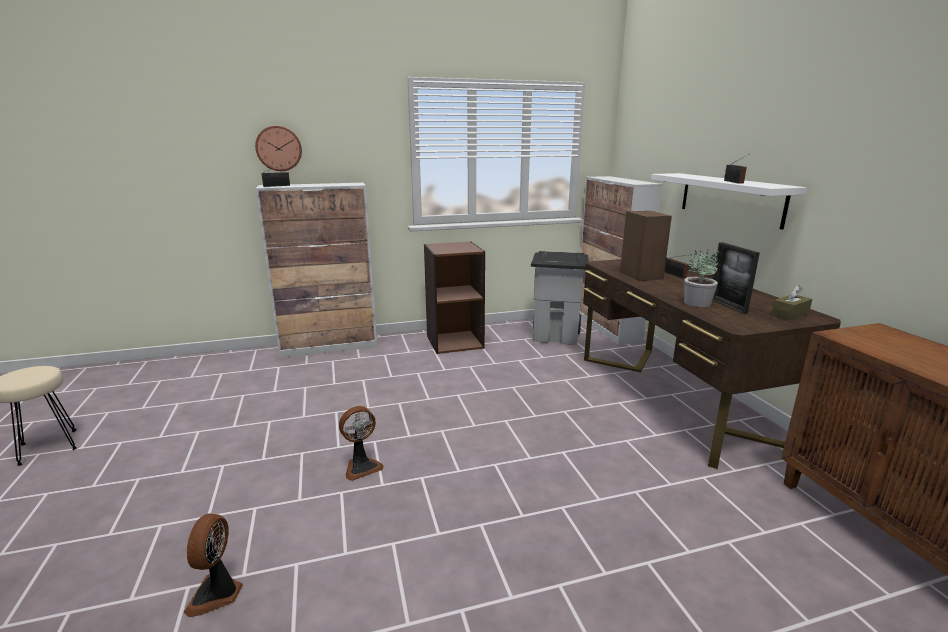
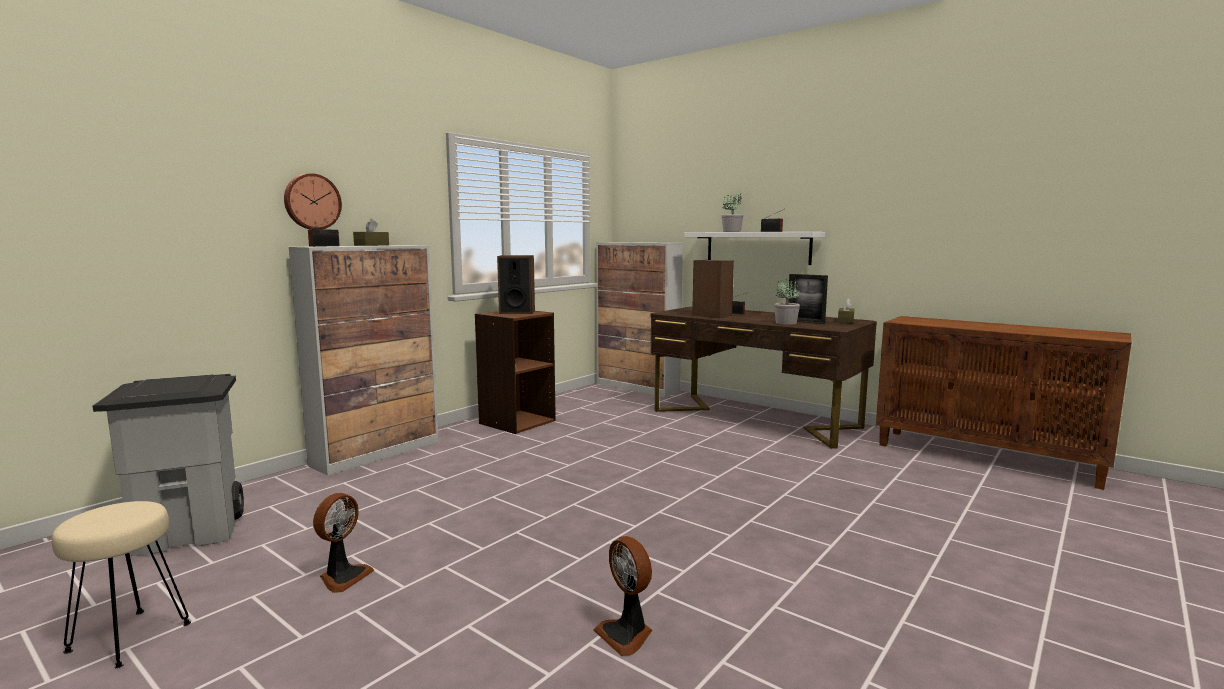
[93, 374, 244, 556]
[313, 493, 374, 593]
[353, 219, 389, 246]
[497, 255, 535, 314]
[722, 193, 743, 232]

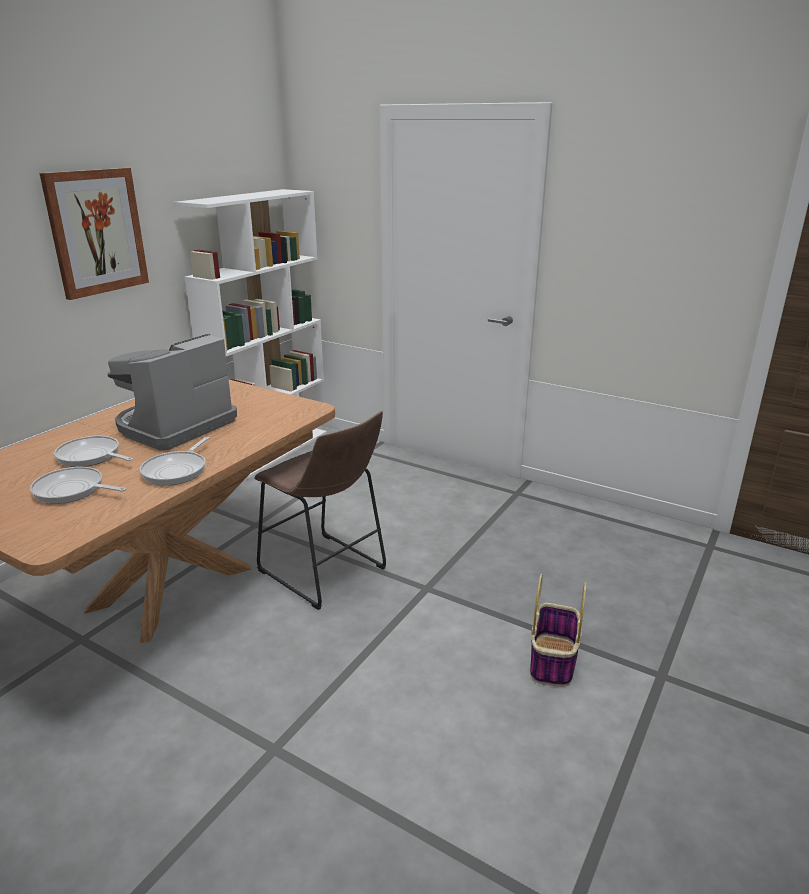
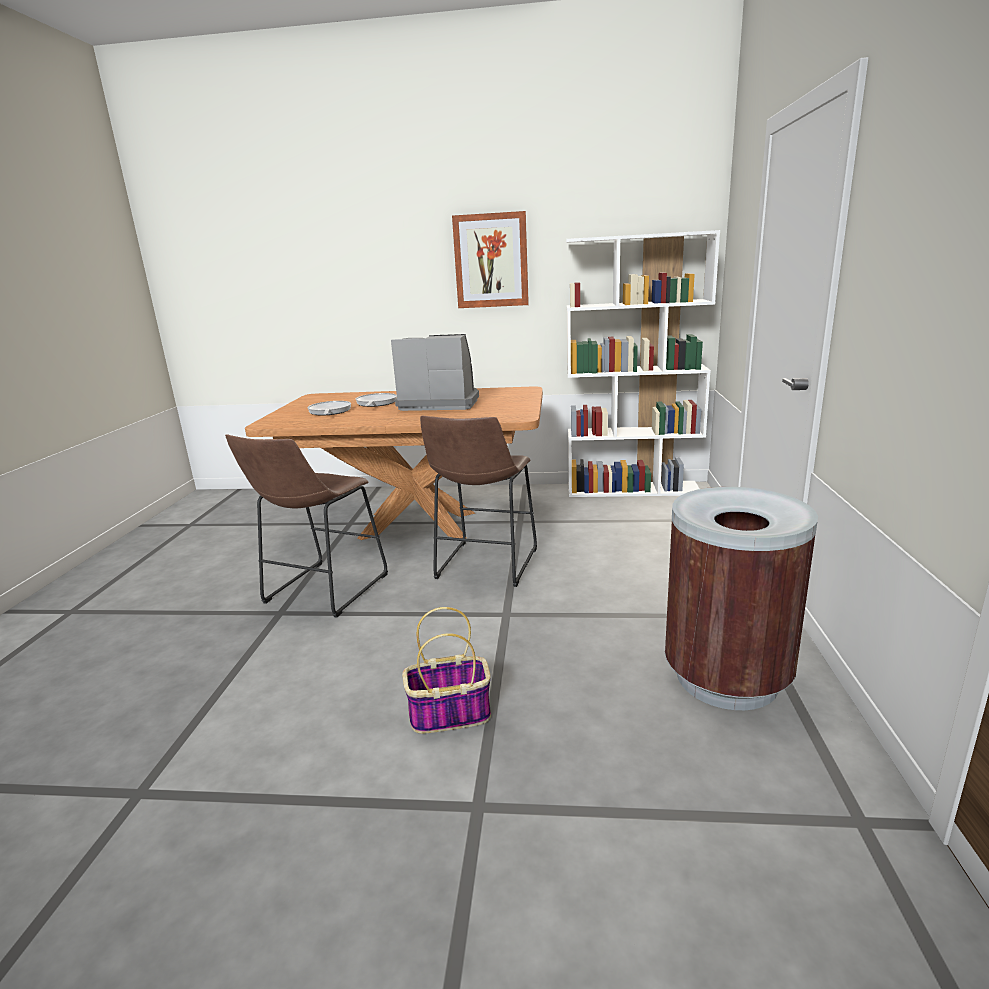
[225, 434, 388, 618]
[665, 487, 818, 710]
[140, 437, 210, 486] (first image)

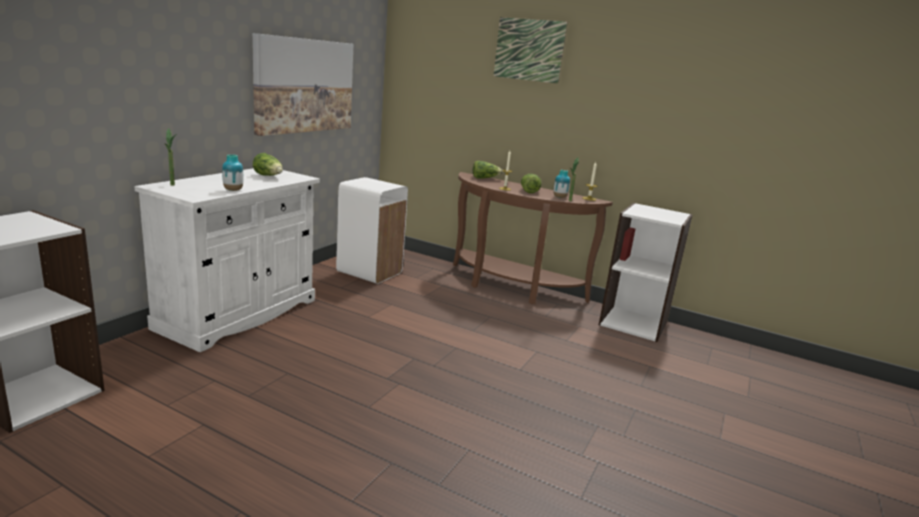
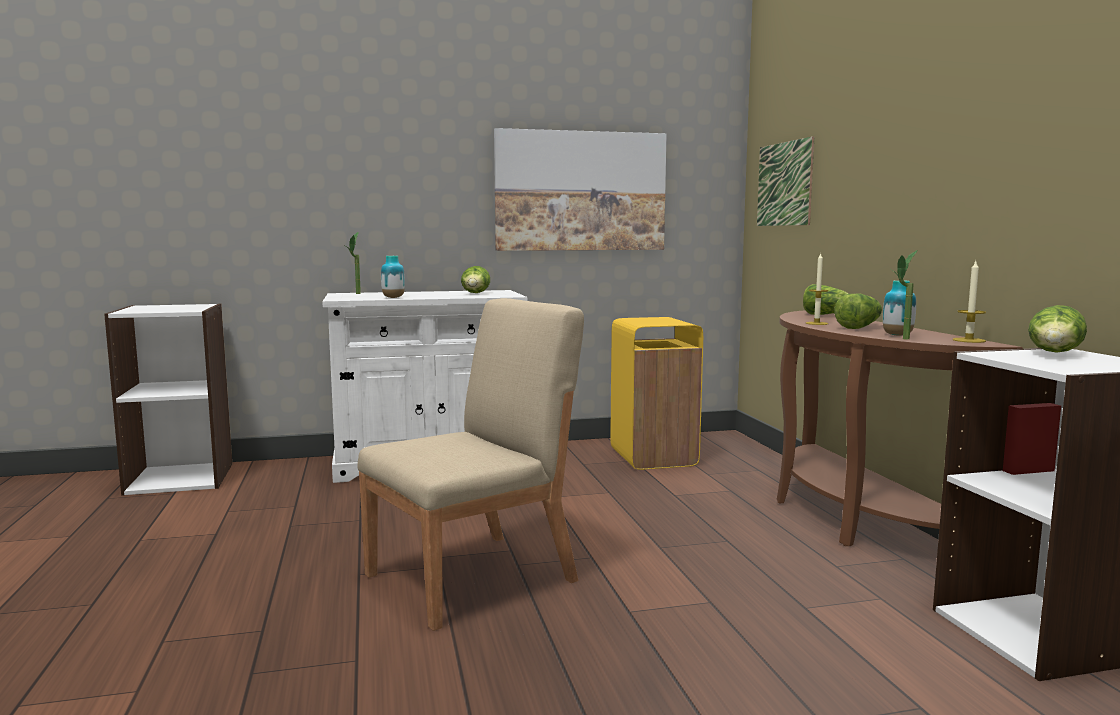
[357, 298, 584, 631]
[610, 317, 703, 470]
[757, 136, 814, 226]
[1028, 305, 1087, 353]

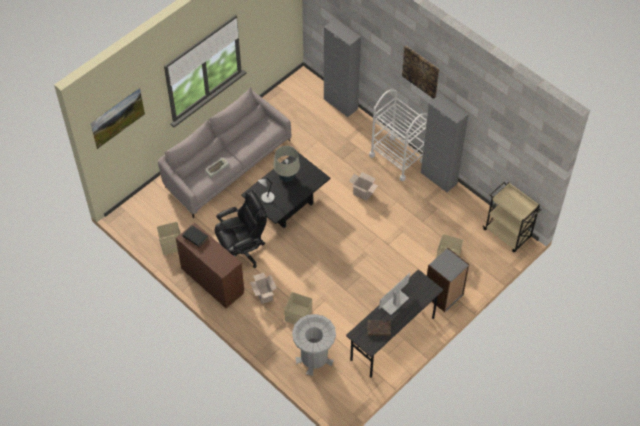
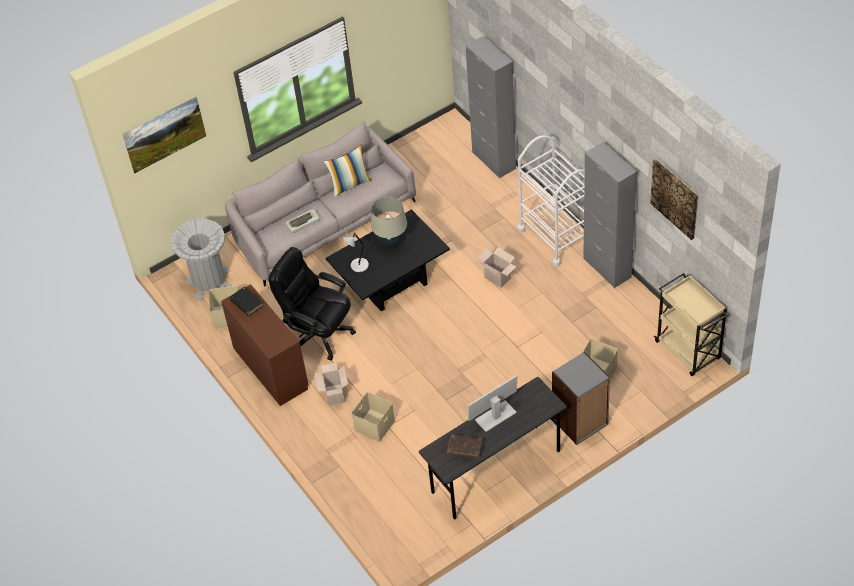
[171, 219, 232, 300]
[268, 247, 356, 361]
[324, 144, 372, 197]
[650, 159, 698, 240]

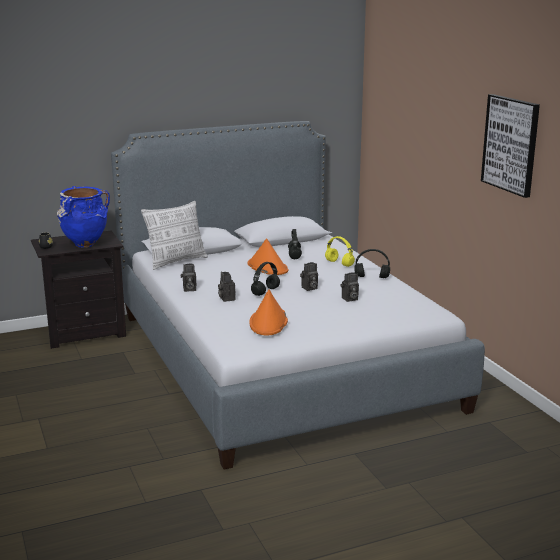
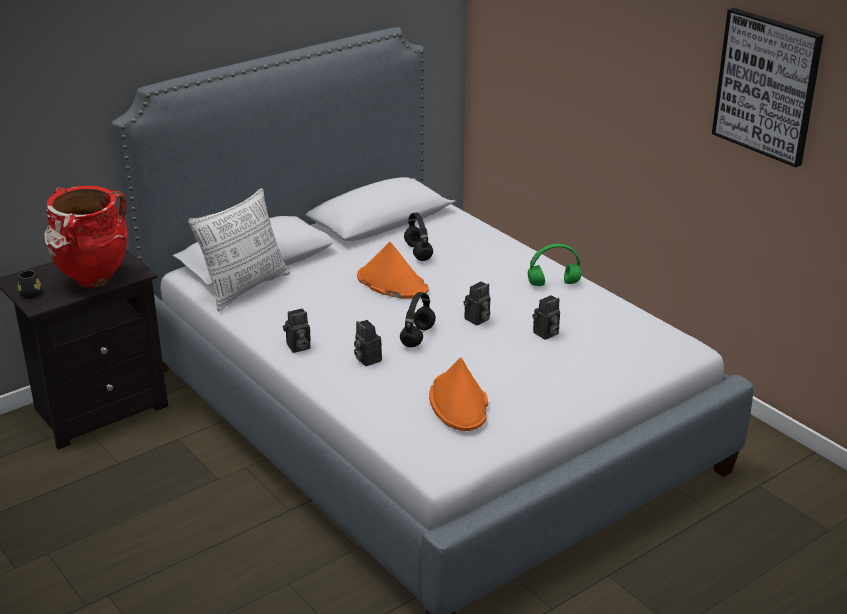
[44, 186, 128, 288]
[528, 244, 581, 286]
[325, 236, 355, 267] (first image)

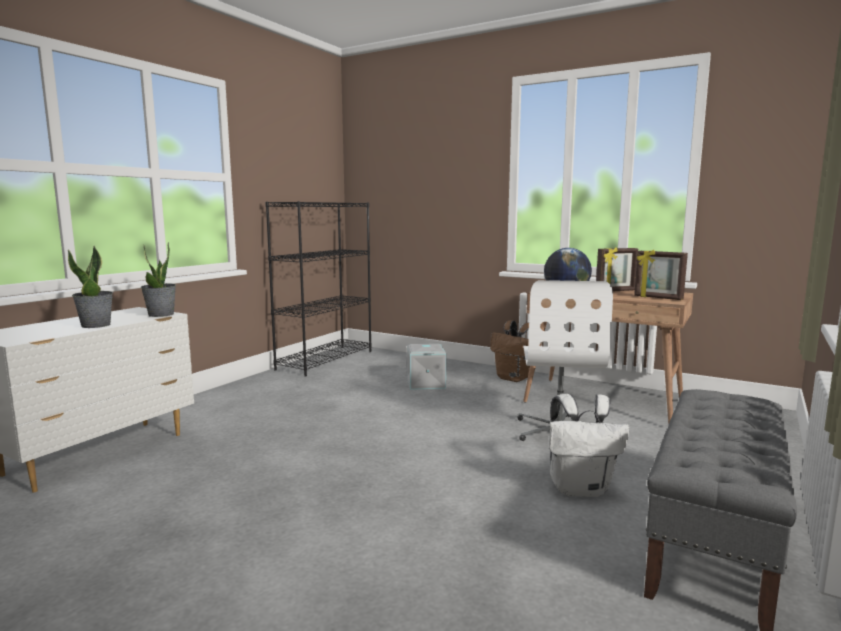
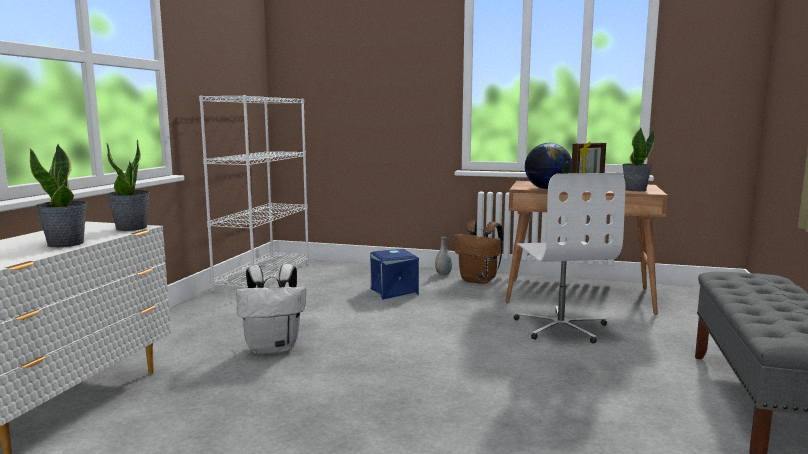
[199, 95, 309, 292]
[236, 264, 306, 355]
[370, 249, 419, 300]
[435, 237, 452, 275]
[622, 128, 654, 191]

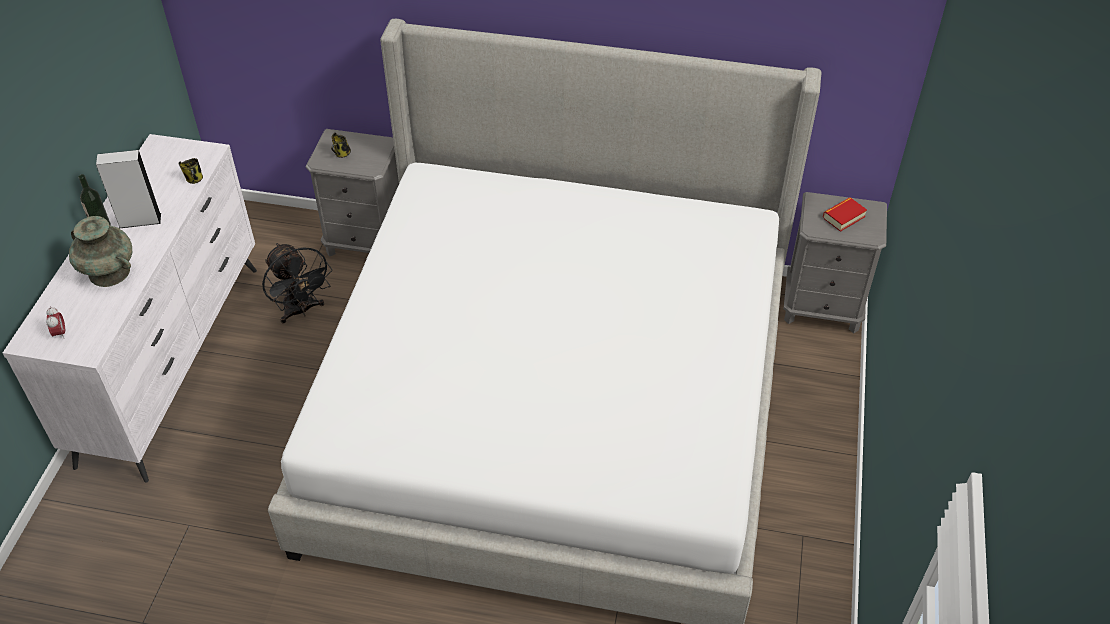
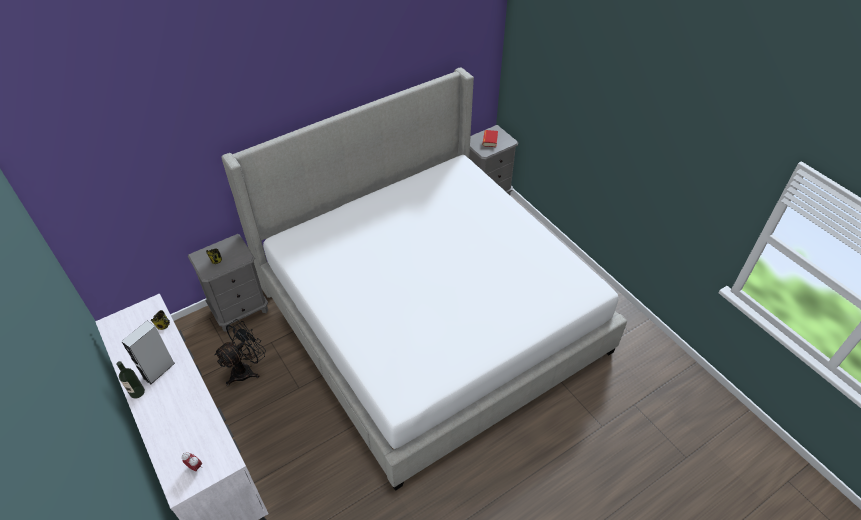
[214, 319, 266, 386]
[69, 216, 132, 287] (first image)

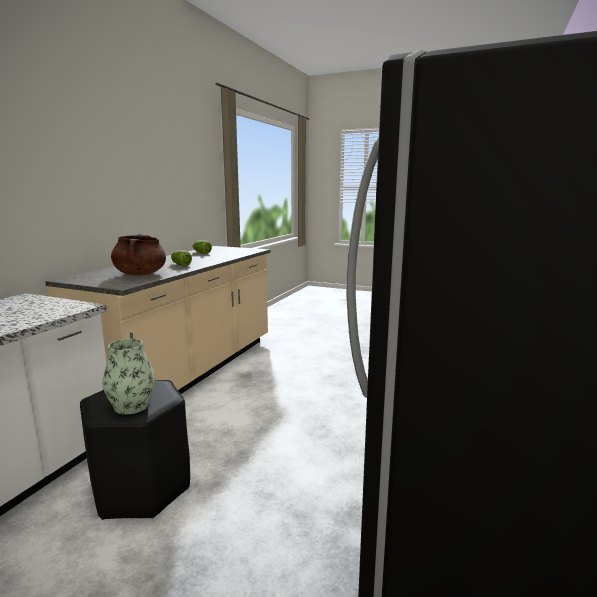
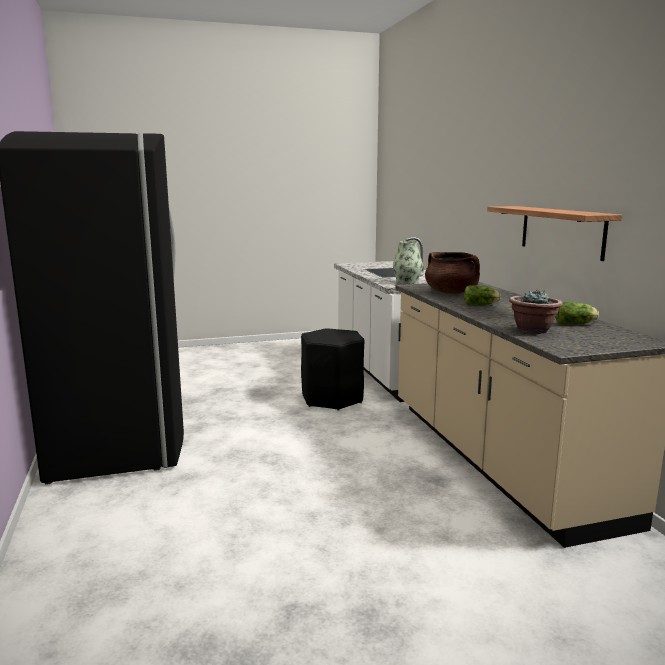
[393, 241, 423, 284]
[487, 206, 622, 261]
[509, 289, 563, 334]

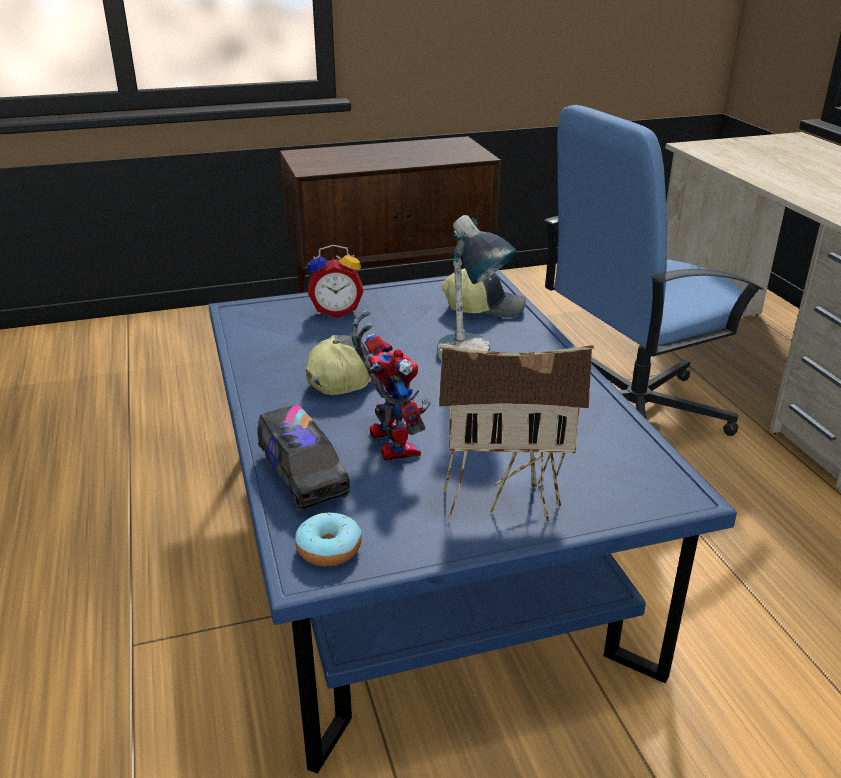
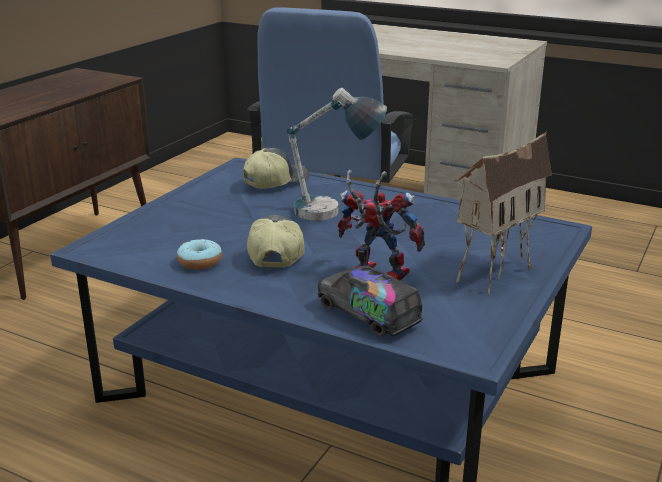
[177, 239, 222, 270]
[318, 266, 423, 337]
[308, 245, 363, 318] (first image)

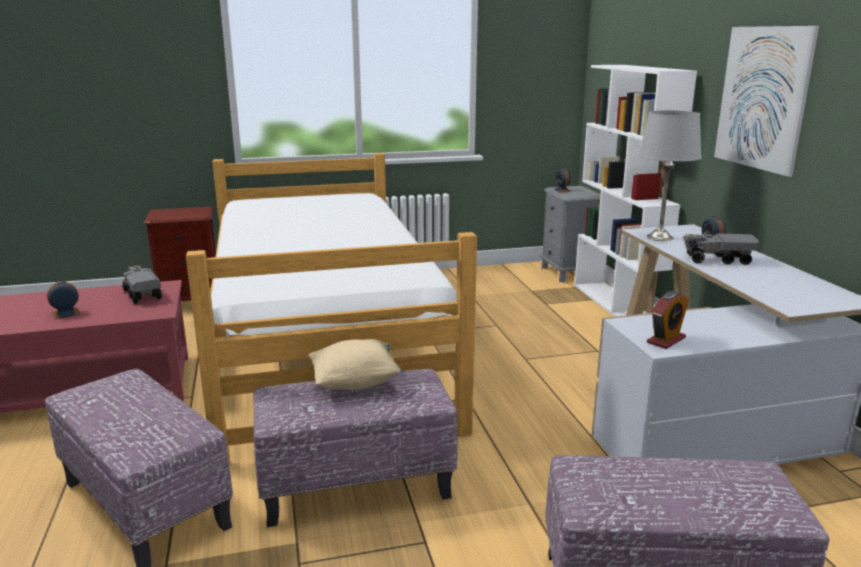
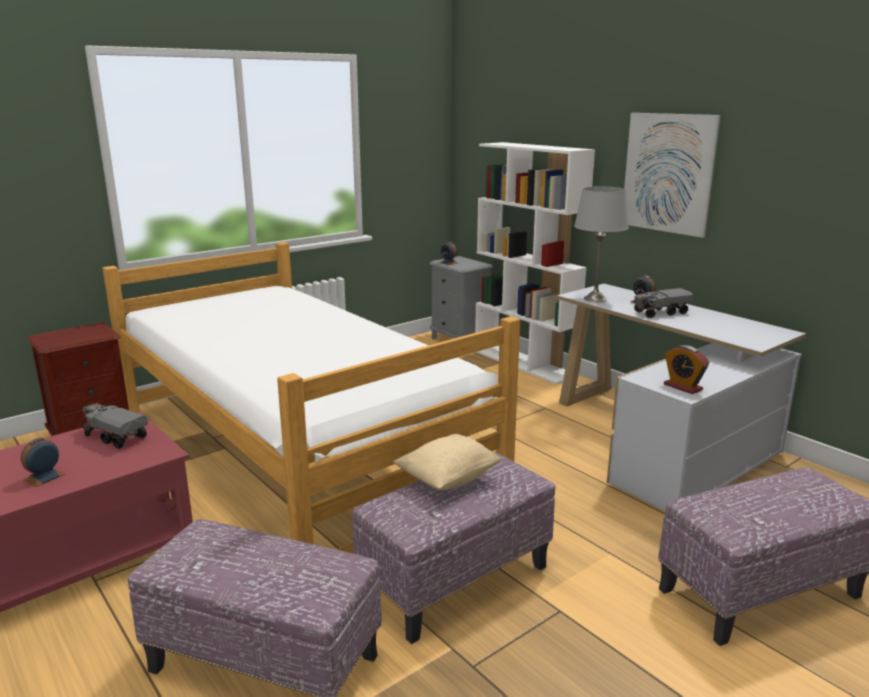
[664, 345, 709, 394]

